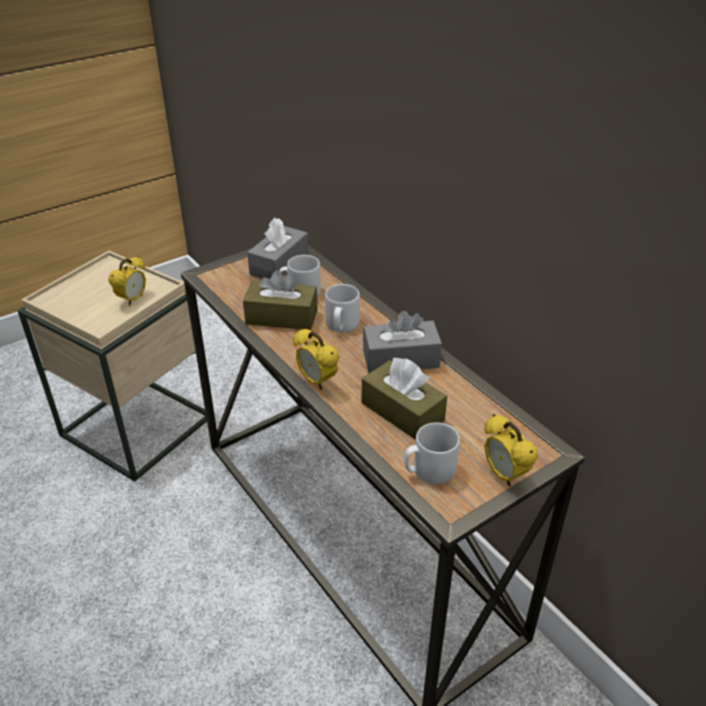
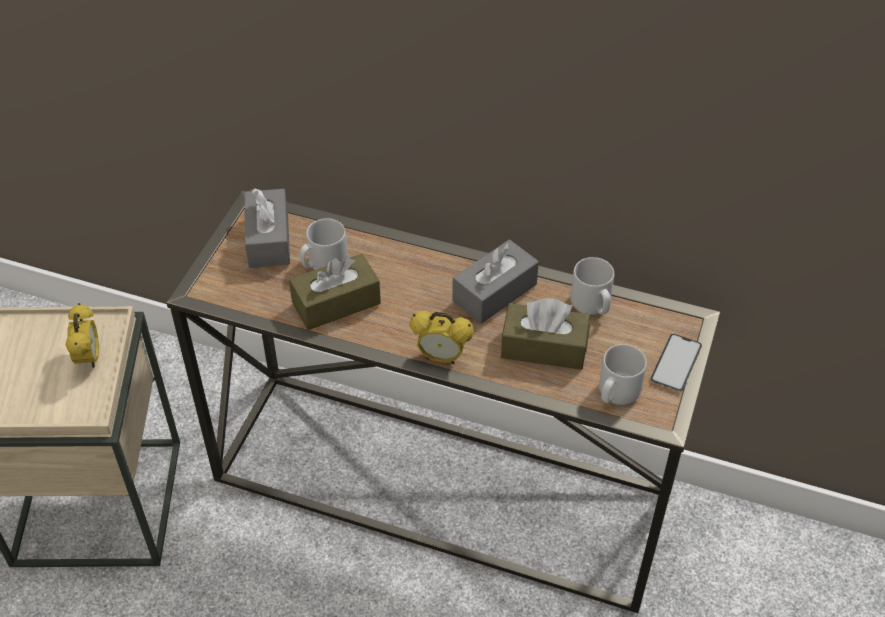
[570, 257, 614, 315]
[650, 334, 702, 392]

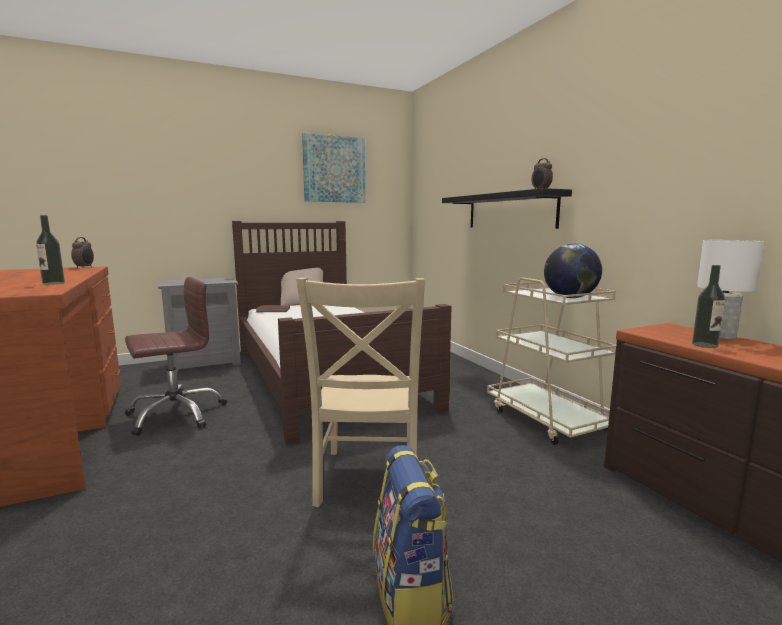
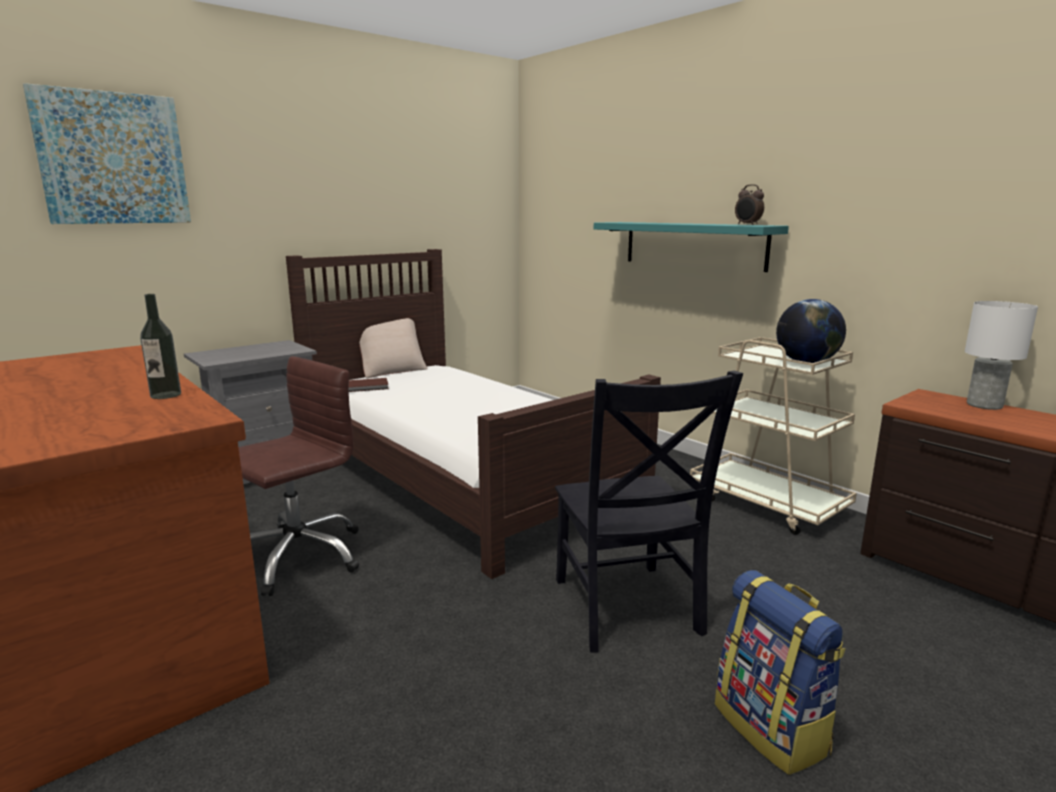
[23, 83, 191, 224]
[555, 371, 743, 653]
[594, 222, 789, 272]
[71, 237, 94, 268] (first image)
[692, 265, 725, 348] (first image)

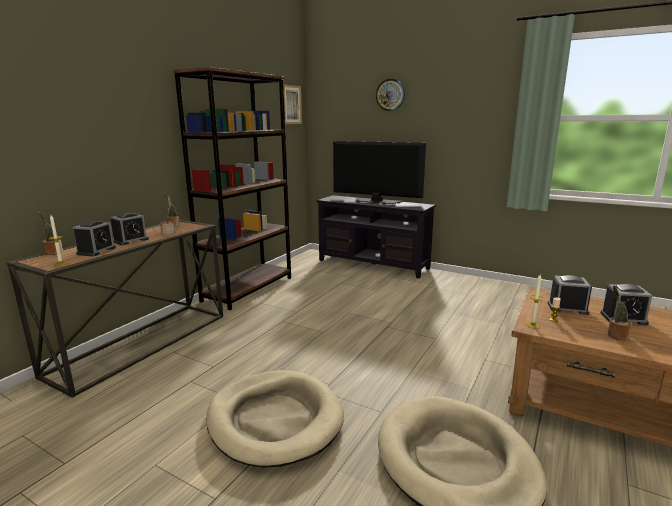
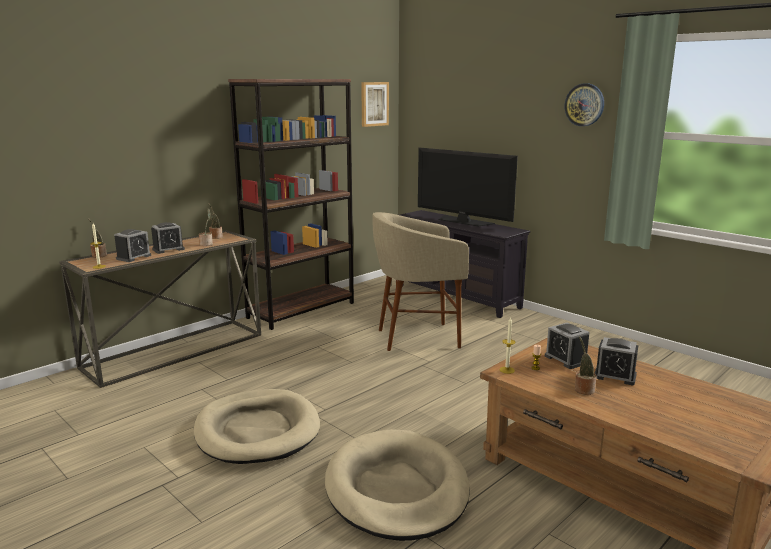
[372, 212, 469, 351]
[545, 323, 589, 369]
[565, 83, 604, 126]

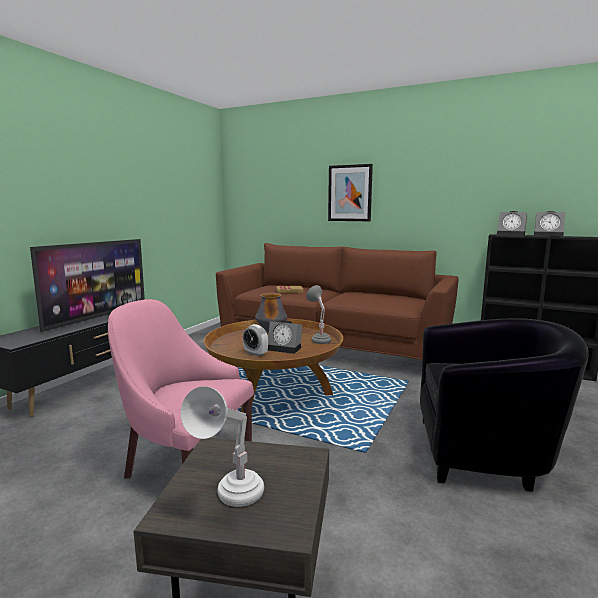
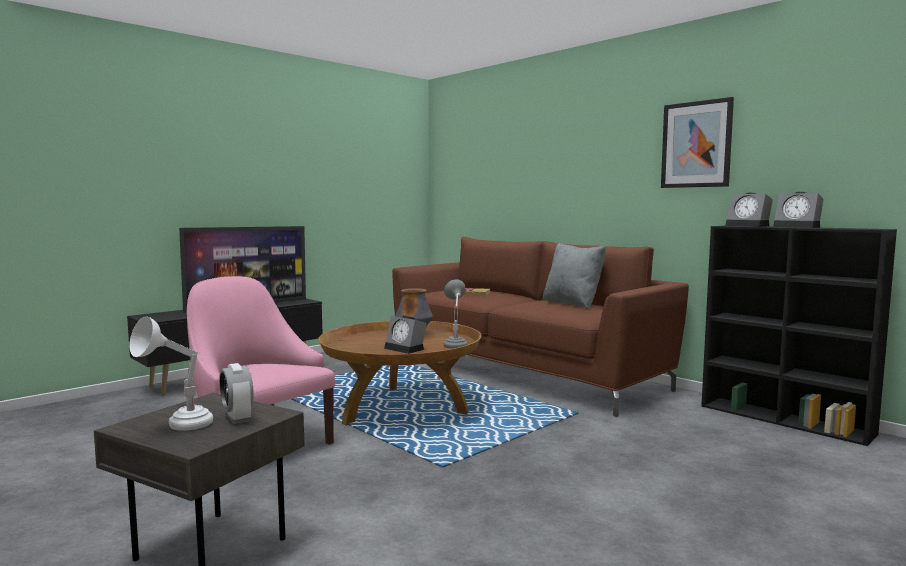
[219, 363, 254, 424]
[543, 243, 606, 309]
[661, 97, 734, 188]
[420, 318, 589, 492] (first image)

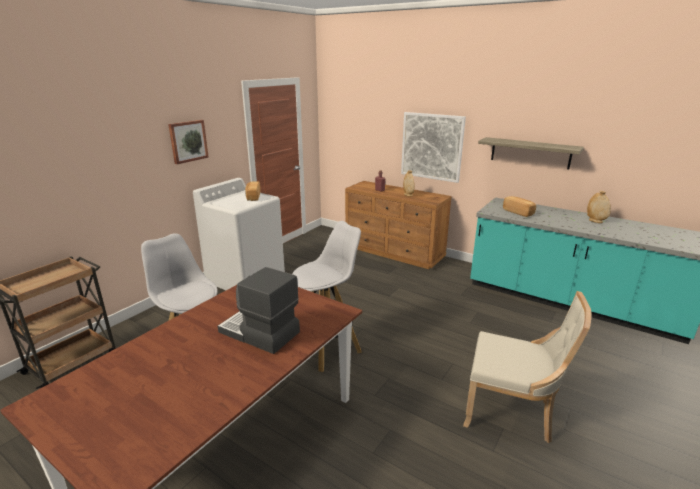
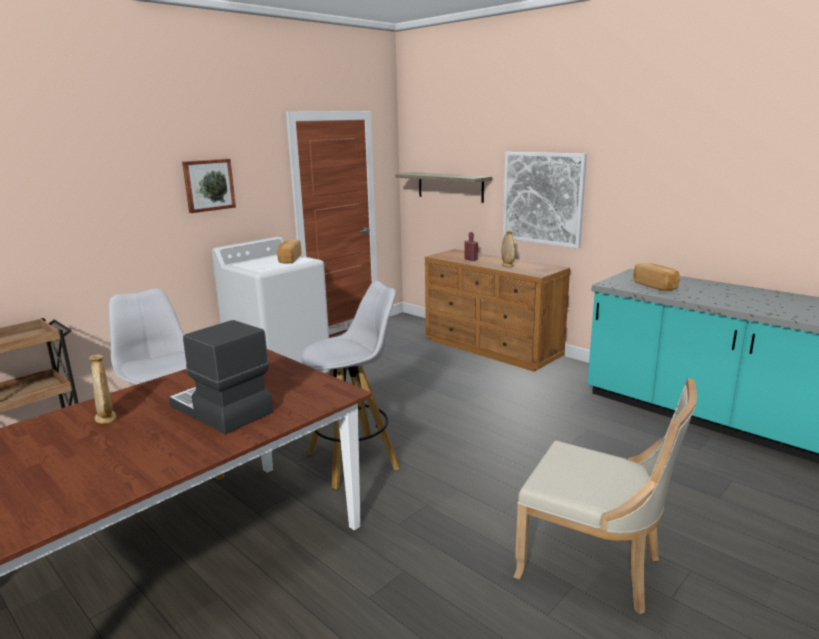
[89, 354, 116, 424]
[395, 172, 492, 203]

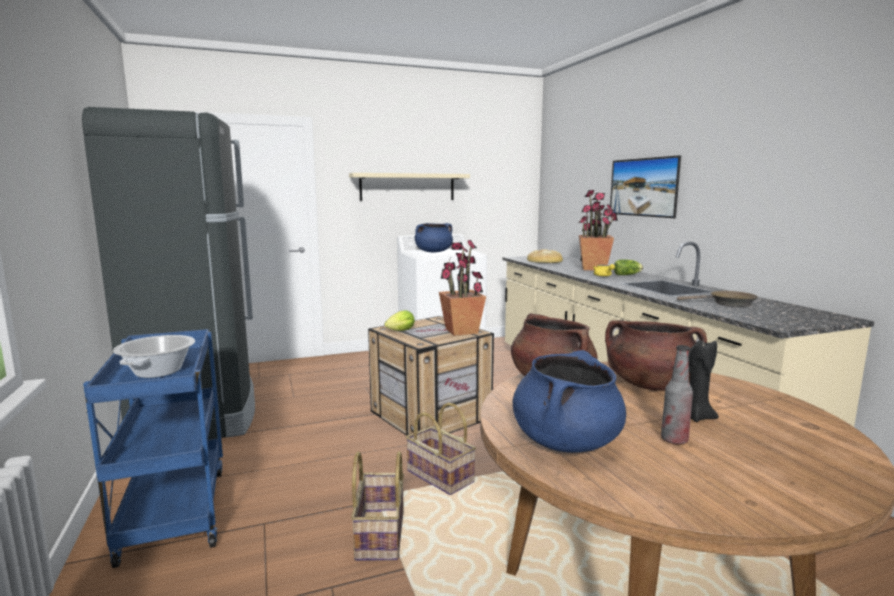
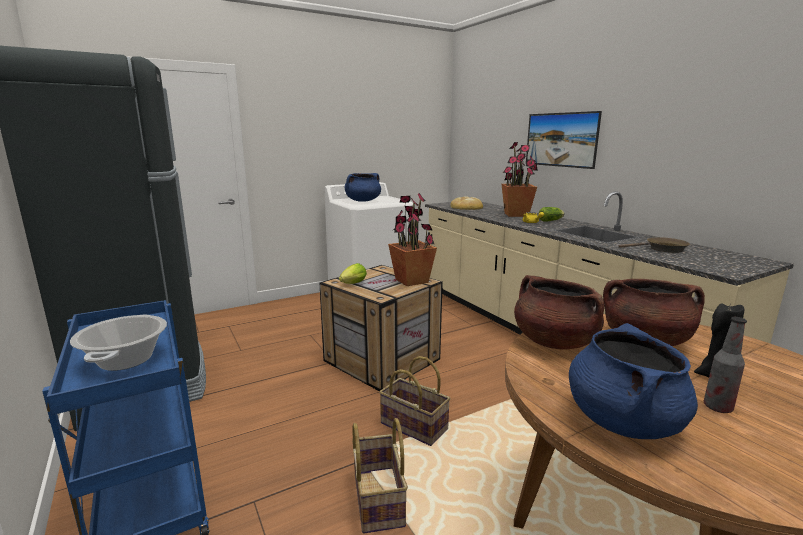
[349, 173, 470, 201] (first image)

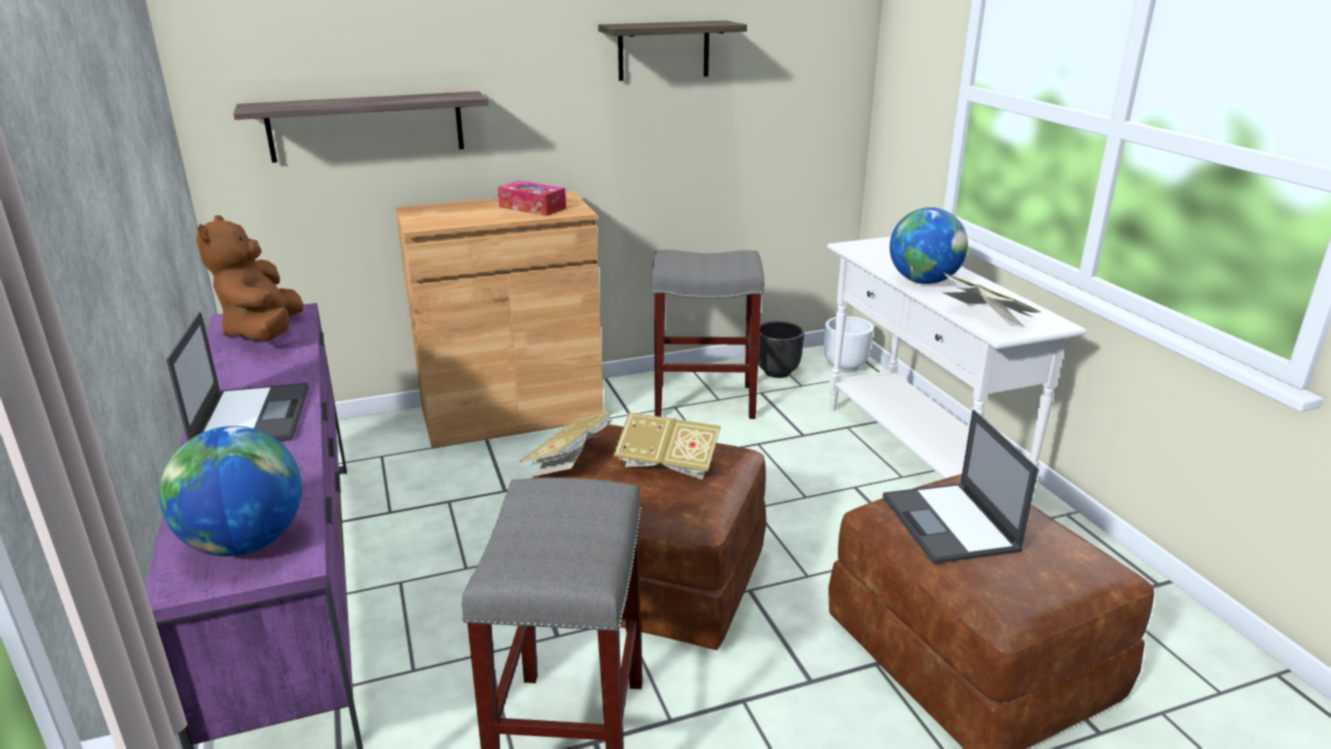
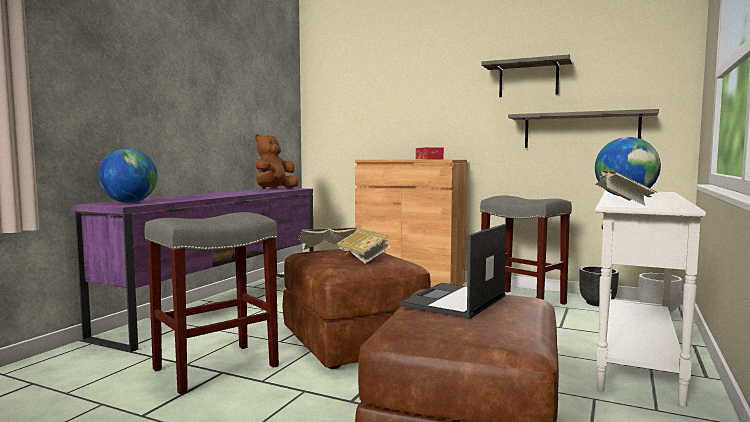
[508, 109, 659, 148]
[166, 312, 309, 441] (first image)

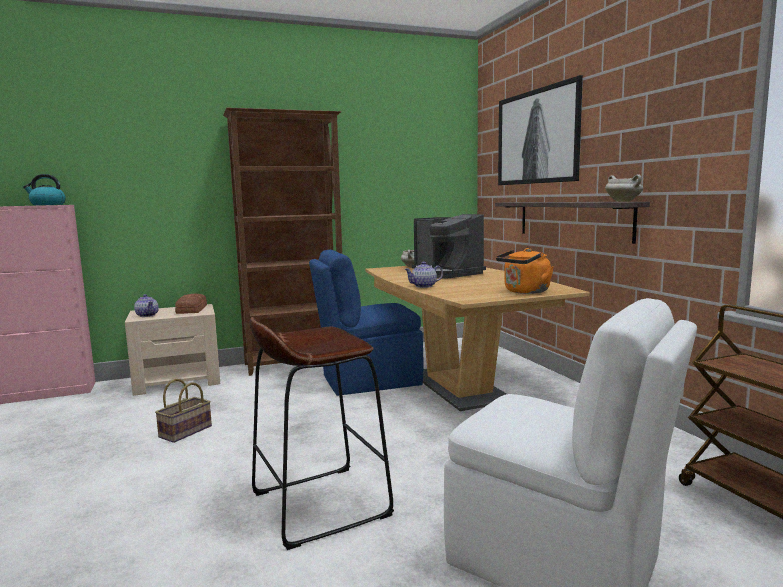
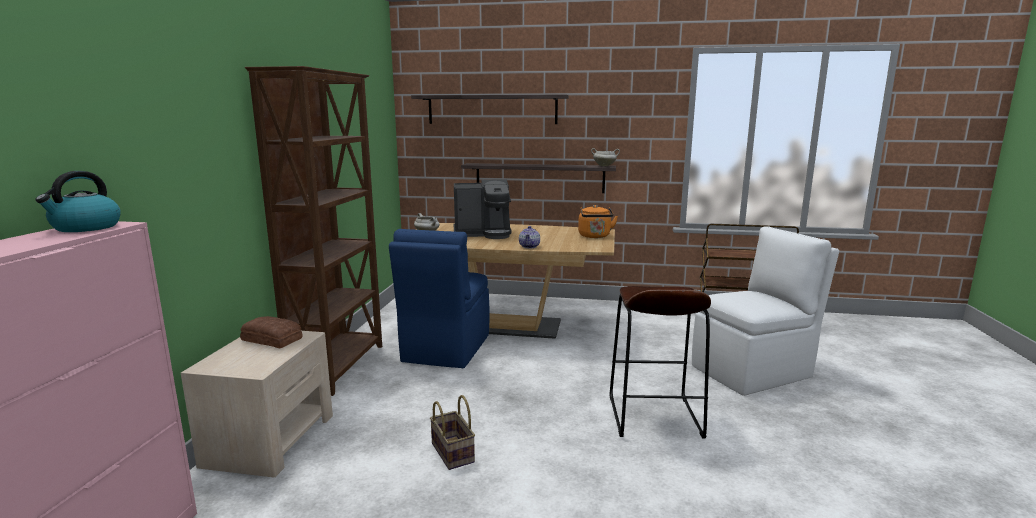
[411, 95, 568, 124]
[134, 294, 159, 317] (first image)

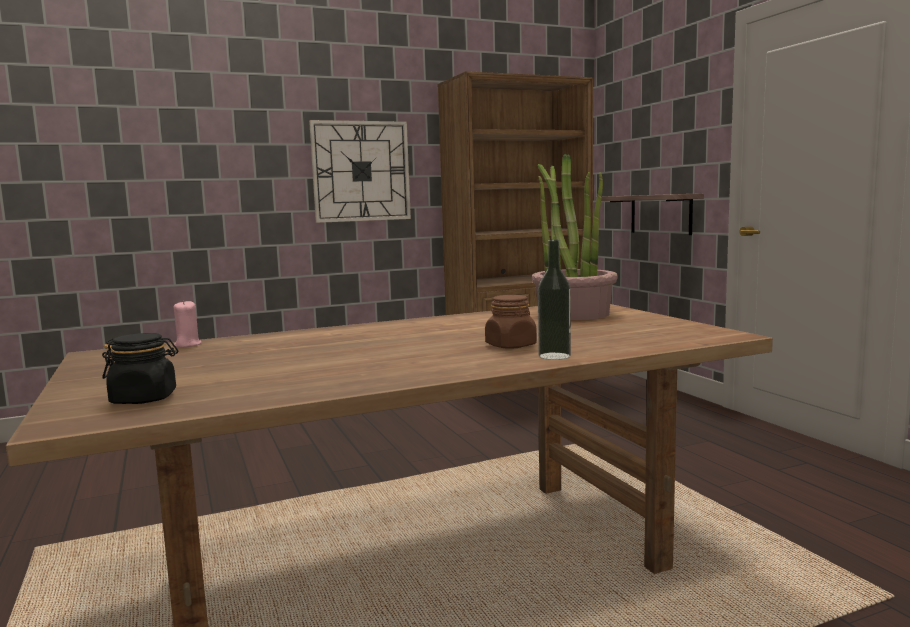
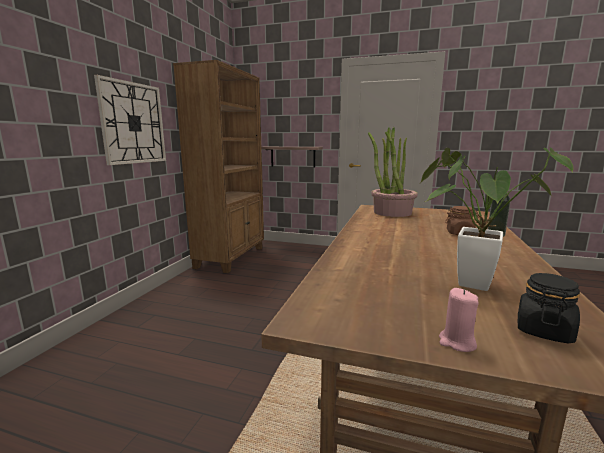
[420, 147, 573, 291]
[439, 288, 479, 352]

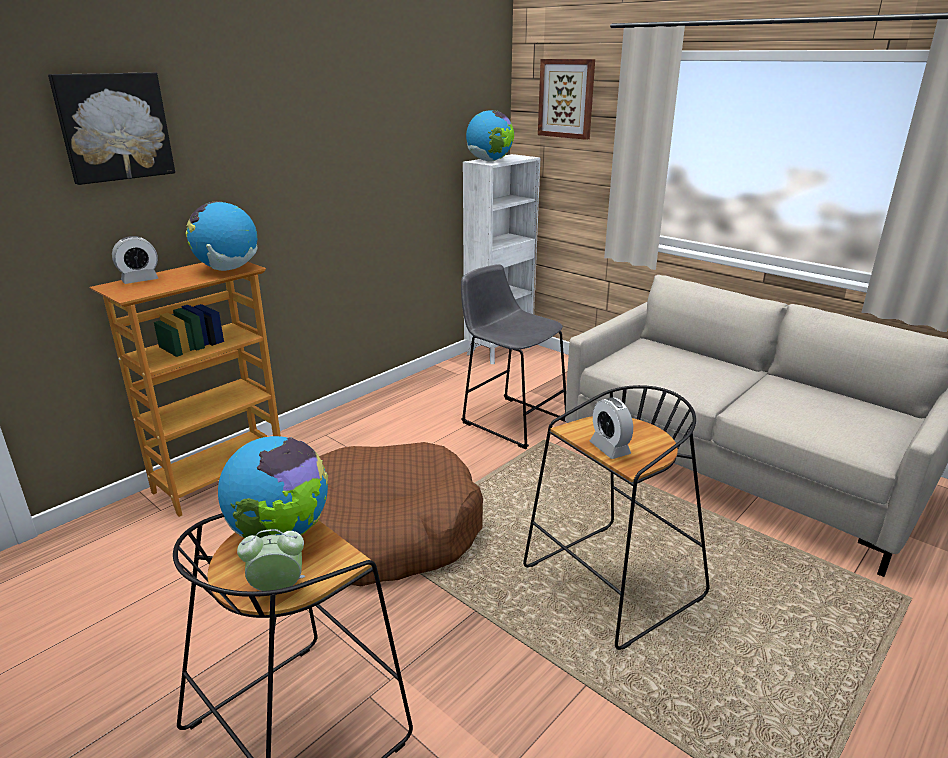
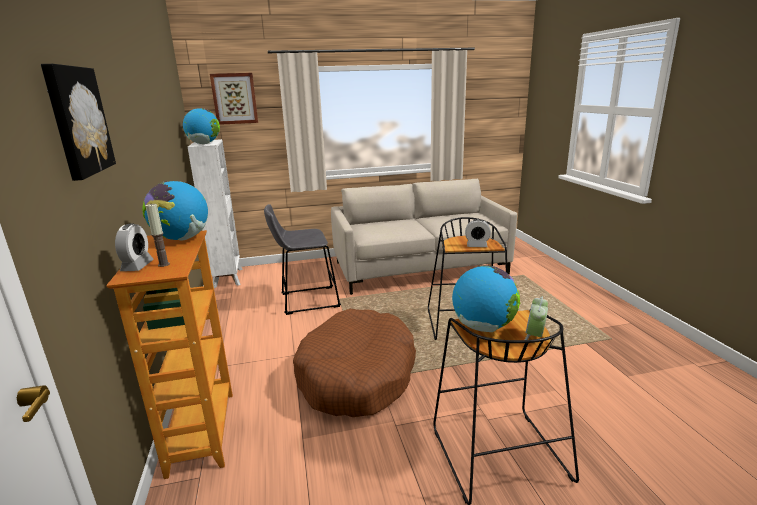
[146, 204, 170, 267]

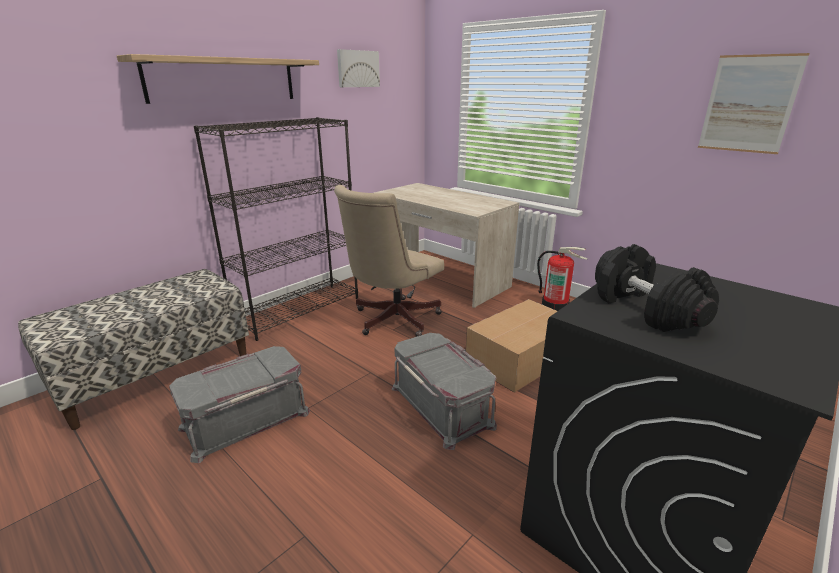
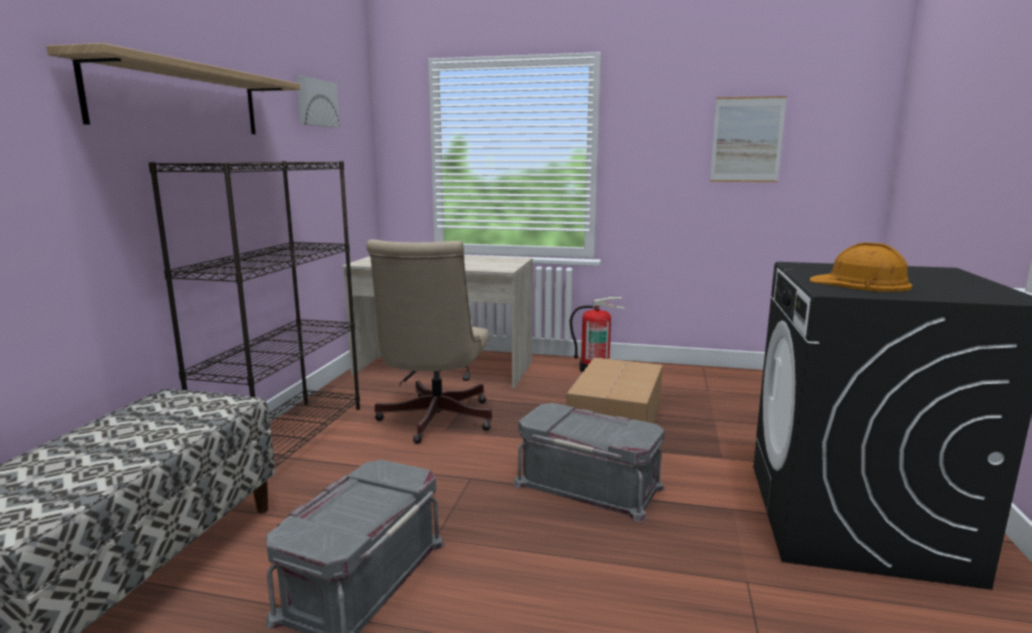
[810, 242, 912, 292]

